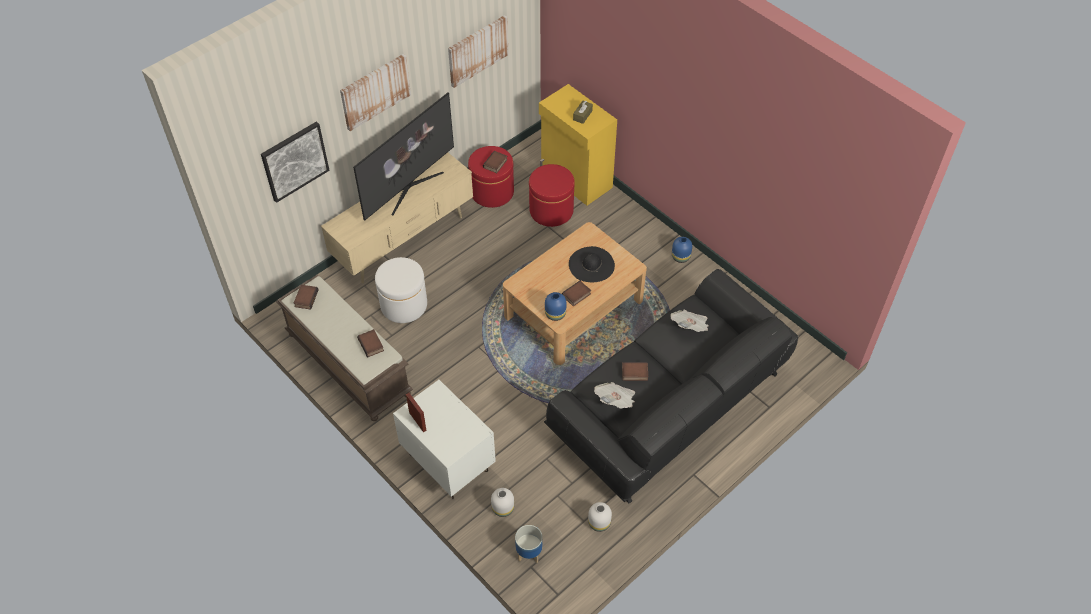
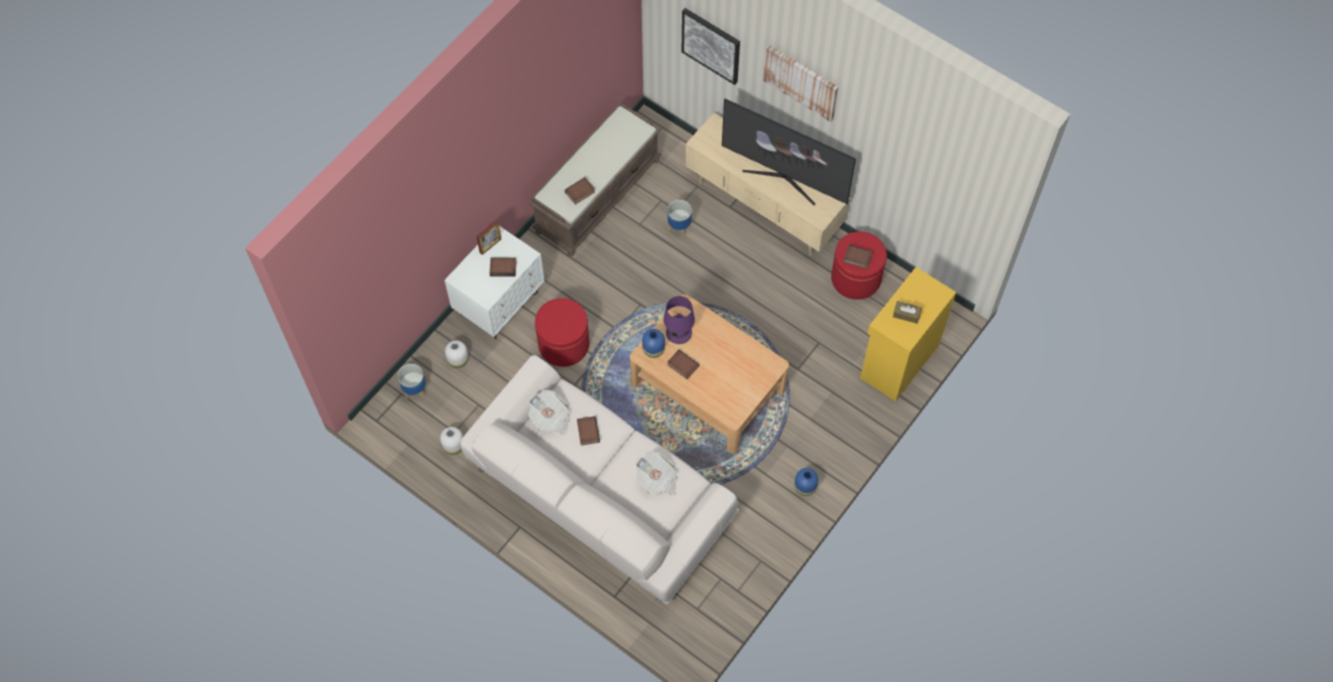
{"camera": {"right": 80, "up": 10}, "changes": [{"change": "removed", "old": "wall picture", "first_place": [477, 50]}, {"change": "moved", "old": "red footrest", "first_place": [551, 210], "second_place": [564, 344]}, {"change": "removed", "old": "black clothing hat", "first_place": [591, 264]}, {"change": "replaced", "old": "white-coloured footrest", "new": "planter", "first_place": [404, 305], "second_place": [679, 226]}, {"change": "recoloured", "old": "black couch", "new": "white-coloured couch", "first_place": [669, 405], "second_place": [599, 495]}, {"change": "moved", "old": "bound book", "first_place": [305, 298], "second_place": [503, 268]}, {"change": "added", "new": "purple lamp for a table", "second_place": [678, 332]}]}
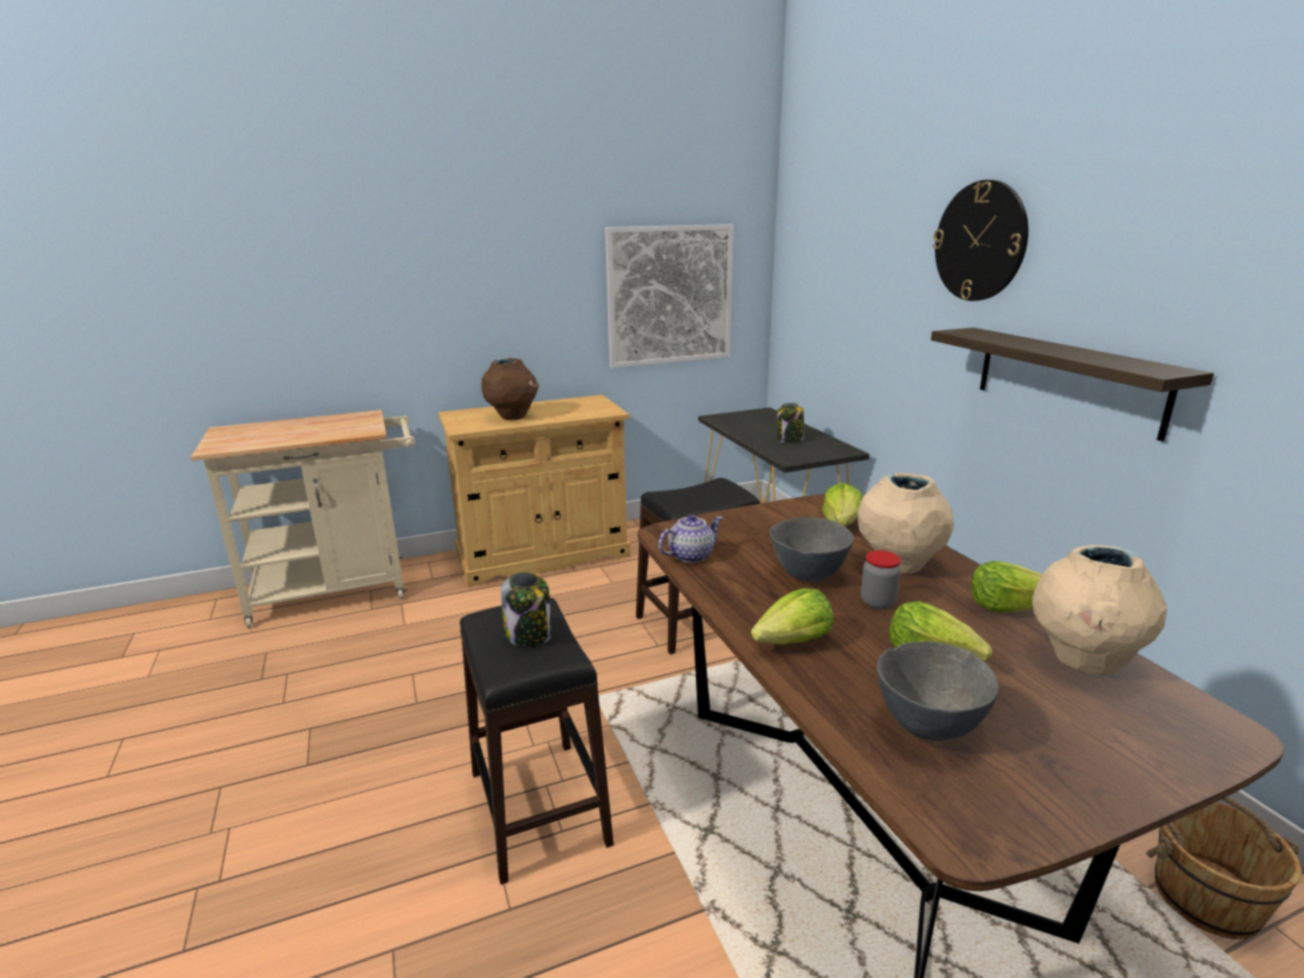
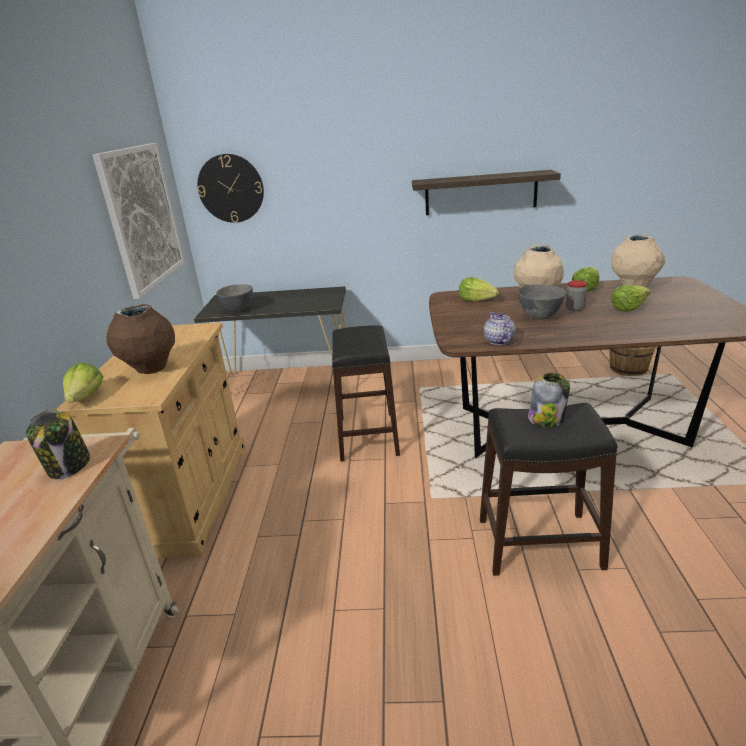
{"camera": {"right": -65, "up": 5}, "changes": [{"change": "moved", "old": "hanging clock", "first_place": [980, 241], "second_place": [231, 188]}, {"change": "moved", "old": "preserve jar", "first_place": [790, 440], "second_place": [69, 466]}, {"change": "moved", "old": "lettuce", "first_place": [794, 642], "second_place": [86, 397]}, {"change": "moved", "old": "gray bowl", "first_place": [926, 727], "second_place": [237, 310]}]}
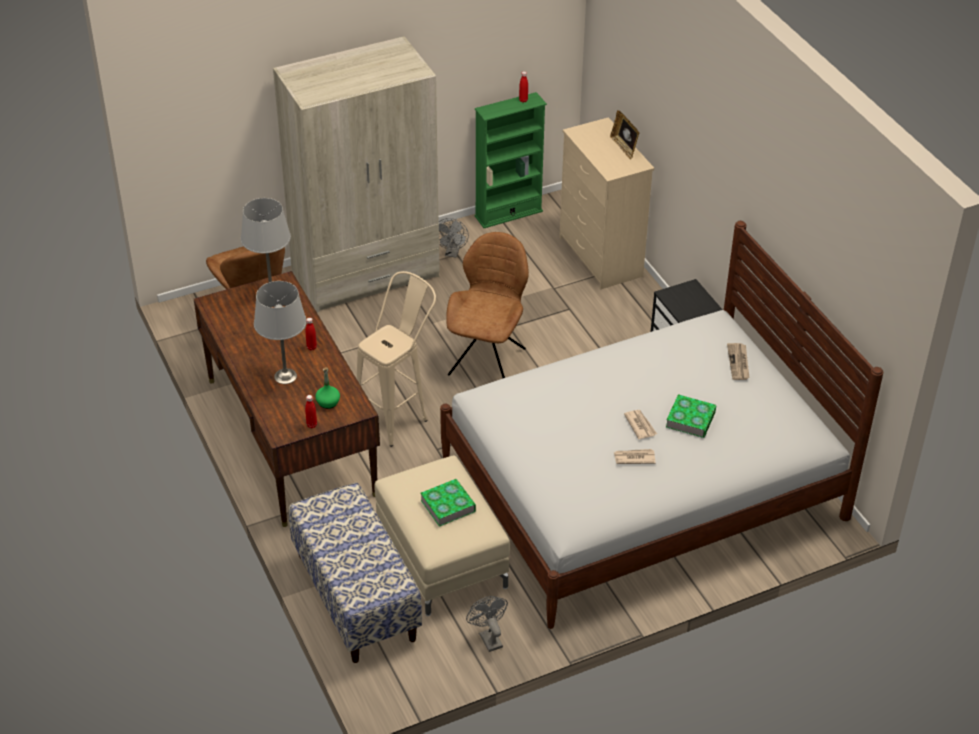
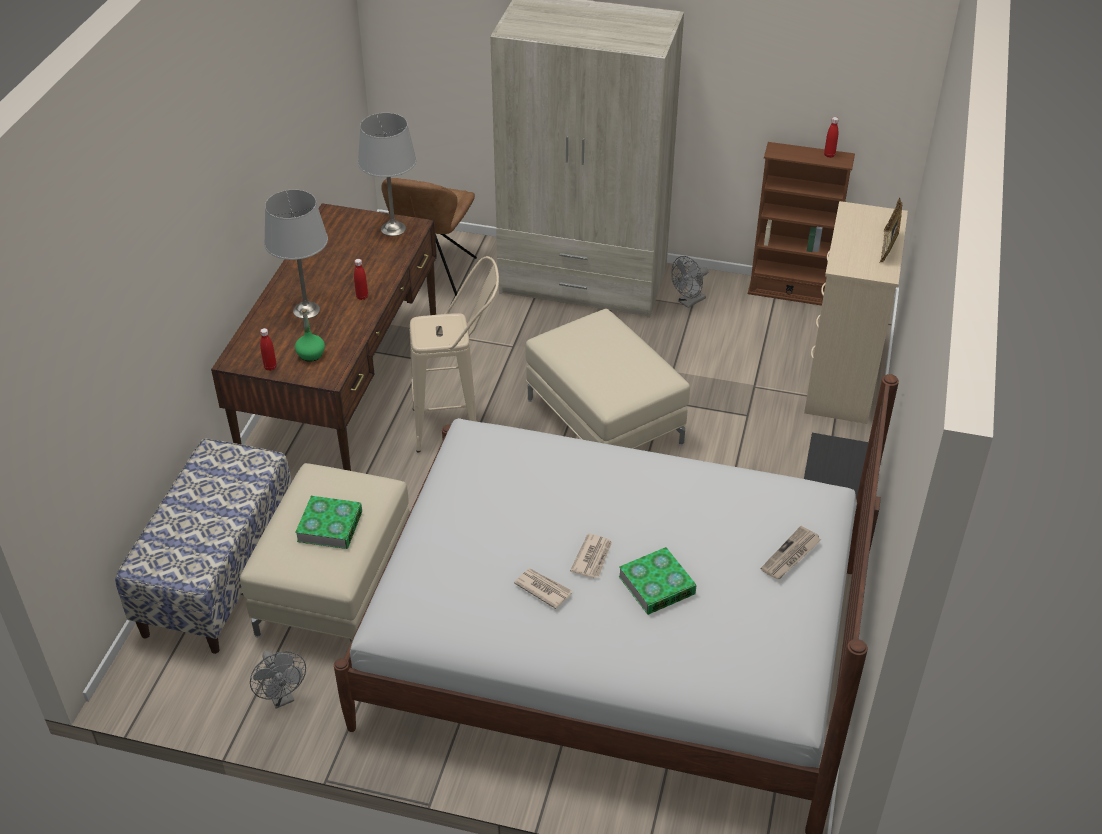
{"camera": {"right": 40, "up": 0}, "changes": [{"change": "recoloured", "old": "greenish shelving unit", "new": "brown shelving unit", "first_place": [508, 214], "second_place": [789, 292]}, {"change": "replaced", "old": "brown chair", "new": "sand-coloured footrest", "first_place": [488, 360], "second_place": [605, 421]}, {"change": "turned", "old": "gray cooling fan", "first_place": [488, 637], "second_place": [282, 697], "degrees": 135}]}
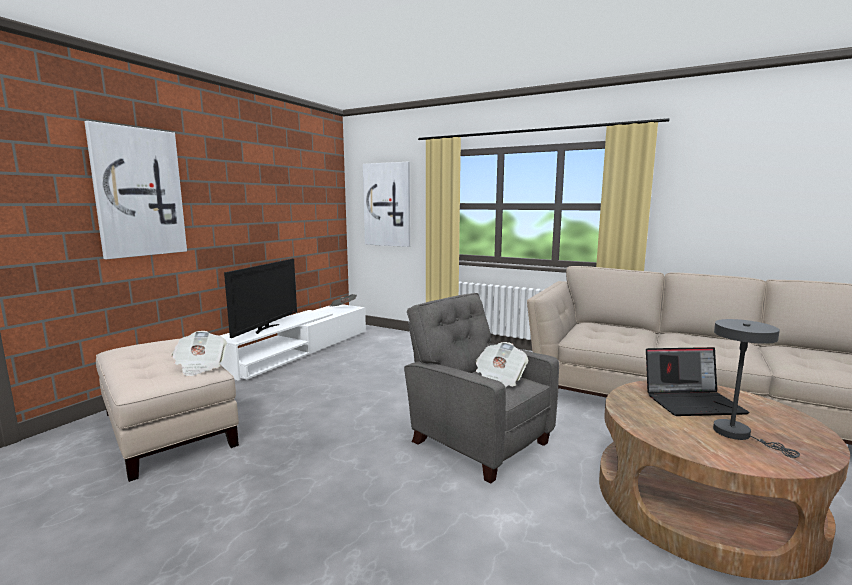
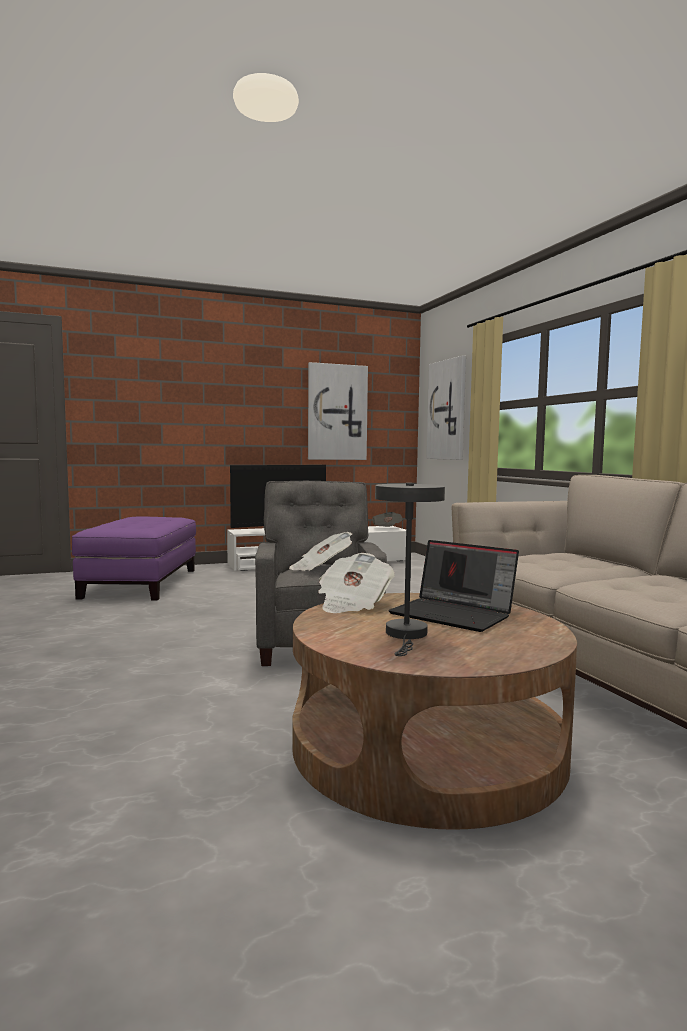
{"camera": {"right": 40, "up": -5}, "changes": [{"change": "moved", "old": "wall picture", "first_place": [138, 192], "second_place": [337, 412]}, {"change": "moved", "old": "newspaper", "first_place": [200, 366], "second_place": [352, 604]}, {"change": "recoloured", "old": "sand-coloured footrest", "new": "purple footrest", "first_place": [169, 428], "second_place": [142, 583]}]}
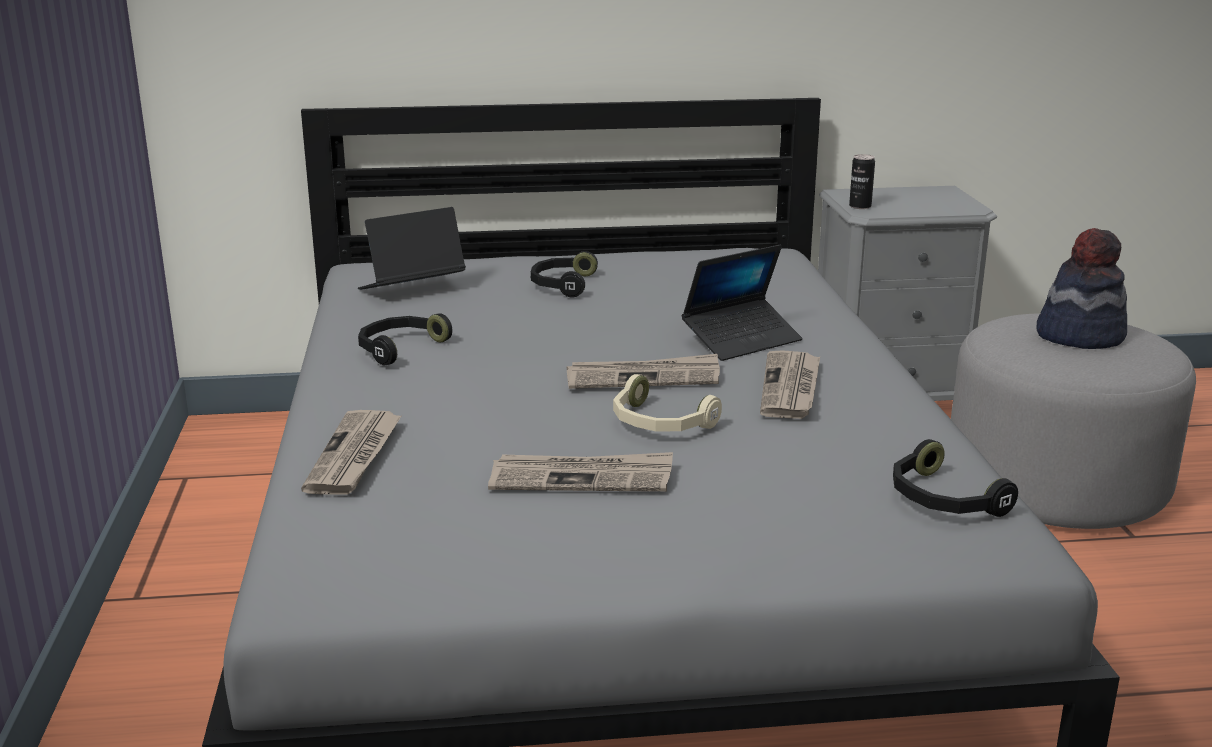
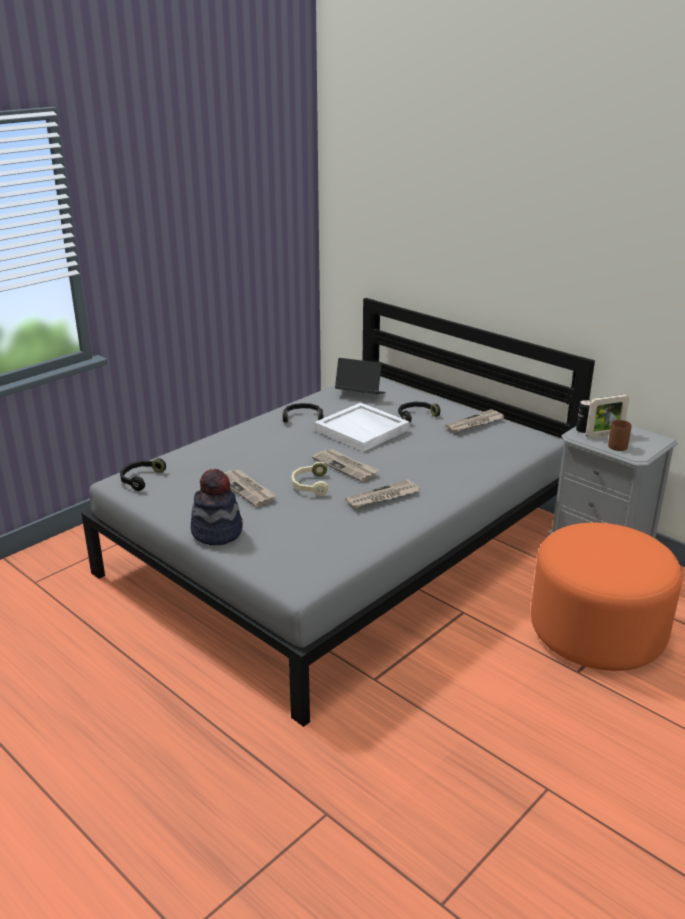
{"camera": {"right": 50, "up": 5}, "changes": [{"change": "moved", "old": "clothing hat", "first_place": [1079, 336], "second_place": [217, 532]}, {"change": "removed", "old": "portable computer", "first_place": [742, 340]}, {"change": "recoloured", "old": "gray footrest", "new": "orangey footrest", "first_place": [1056, 484], "second_place": [597, 632]}, {"change": "moved", "old": "newspaper", "first_place": [355, 456], "second_place": [475, 423]}, {"change": "moved", "old": "black headset", "first_place": [941, 499], "second_place": [140, 479]}, {"change": "added", "new": "standing frame", "second_place": [604, 435]}, {"change": "added", "new": "white-coloured tray", "second_place": [362, 430]}, {"change": "added", "new": "brown coffee mug", "second_place": [617, 444]}]}
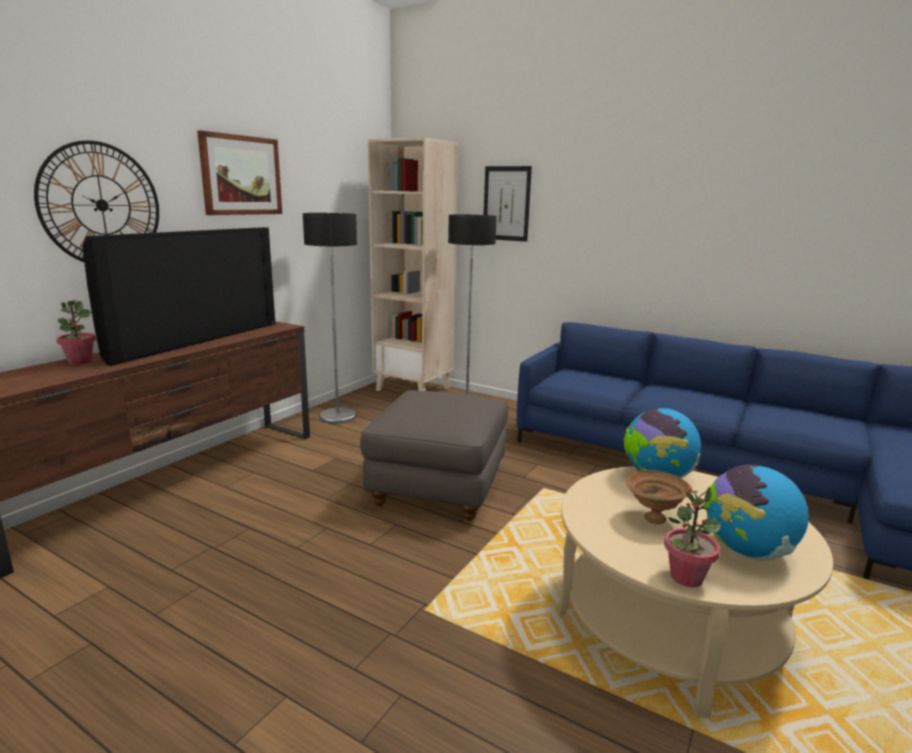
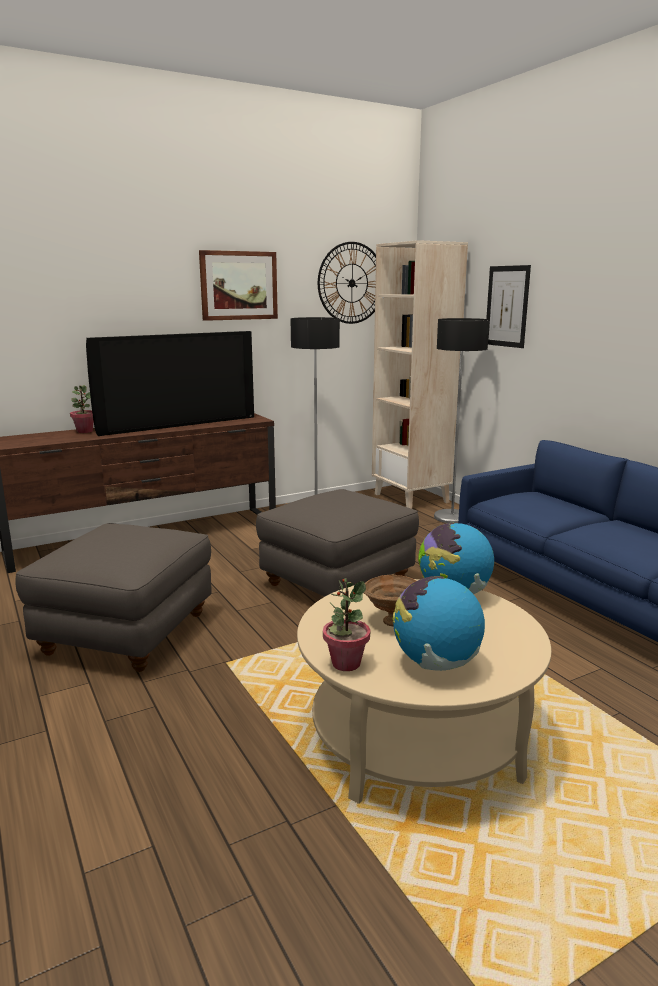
{"camera": {"right": 30, "up": 0}, "changes": [{"change": "moved", "old": "hanging clock", "first_place": [101, 205], "second_place": [351, 283]}, {"change": "added", "new": "gray footrest", "second_place": [126, 633]}]}
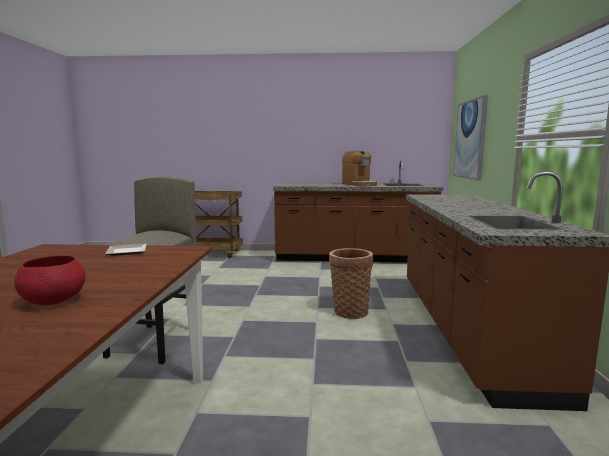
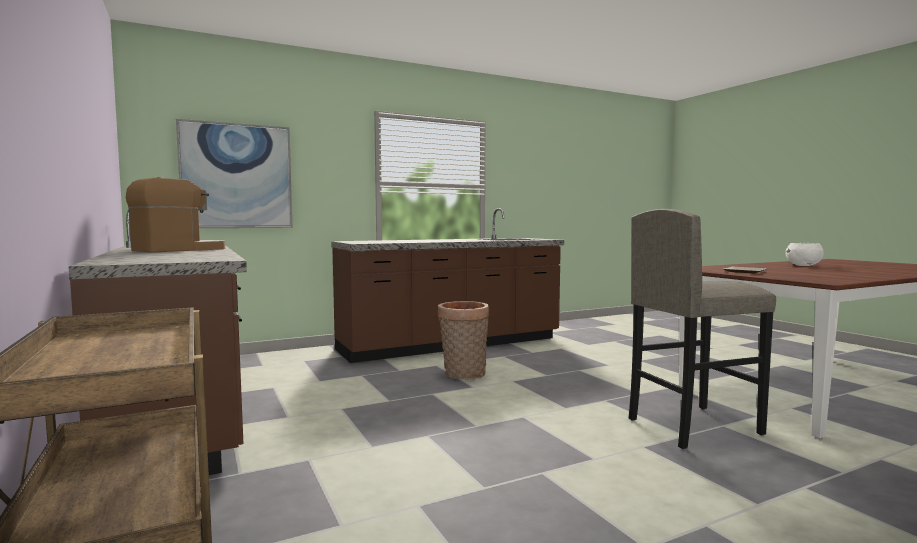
{"camera": {"right": -120, "up": -5}, "changes": [{"change": "recoloured", "old": "red bowl", "new": "white-coloured bowl", "first_place": [53, 301], "second_place": [803, 265]}]}
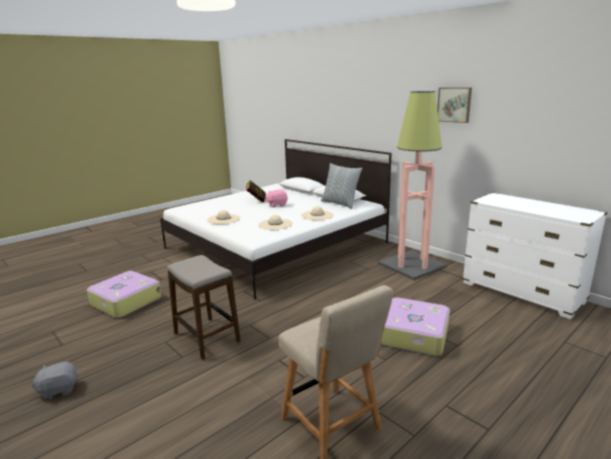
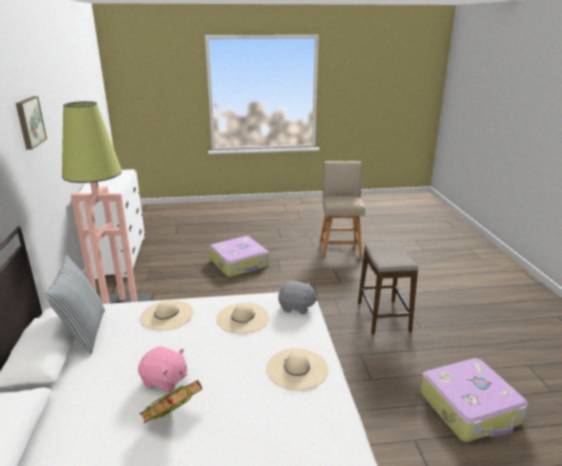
{"camera": {"right": -145, "up": 5}, "changes": [{"change": "moved", "old": "gray plush toy", "first_place": [59, 390], "second_place": [296, 307]}]}
